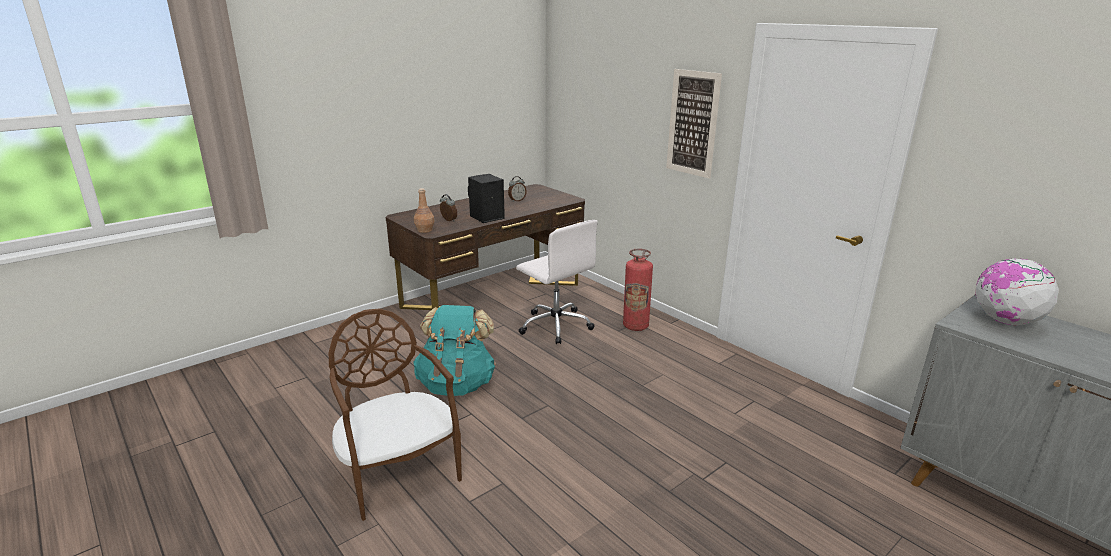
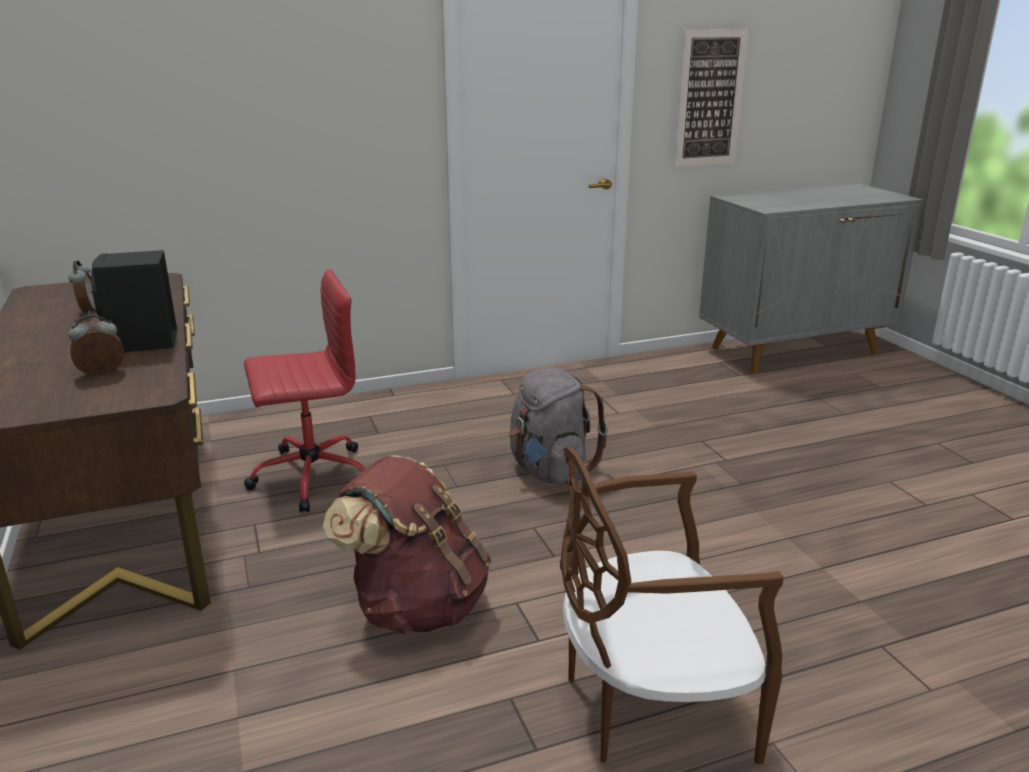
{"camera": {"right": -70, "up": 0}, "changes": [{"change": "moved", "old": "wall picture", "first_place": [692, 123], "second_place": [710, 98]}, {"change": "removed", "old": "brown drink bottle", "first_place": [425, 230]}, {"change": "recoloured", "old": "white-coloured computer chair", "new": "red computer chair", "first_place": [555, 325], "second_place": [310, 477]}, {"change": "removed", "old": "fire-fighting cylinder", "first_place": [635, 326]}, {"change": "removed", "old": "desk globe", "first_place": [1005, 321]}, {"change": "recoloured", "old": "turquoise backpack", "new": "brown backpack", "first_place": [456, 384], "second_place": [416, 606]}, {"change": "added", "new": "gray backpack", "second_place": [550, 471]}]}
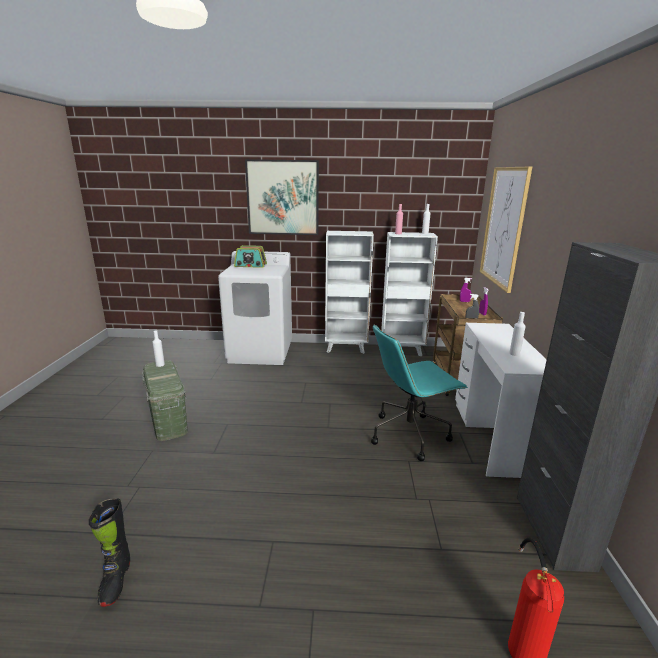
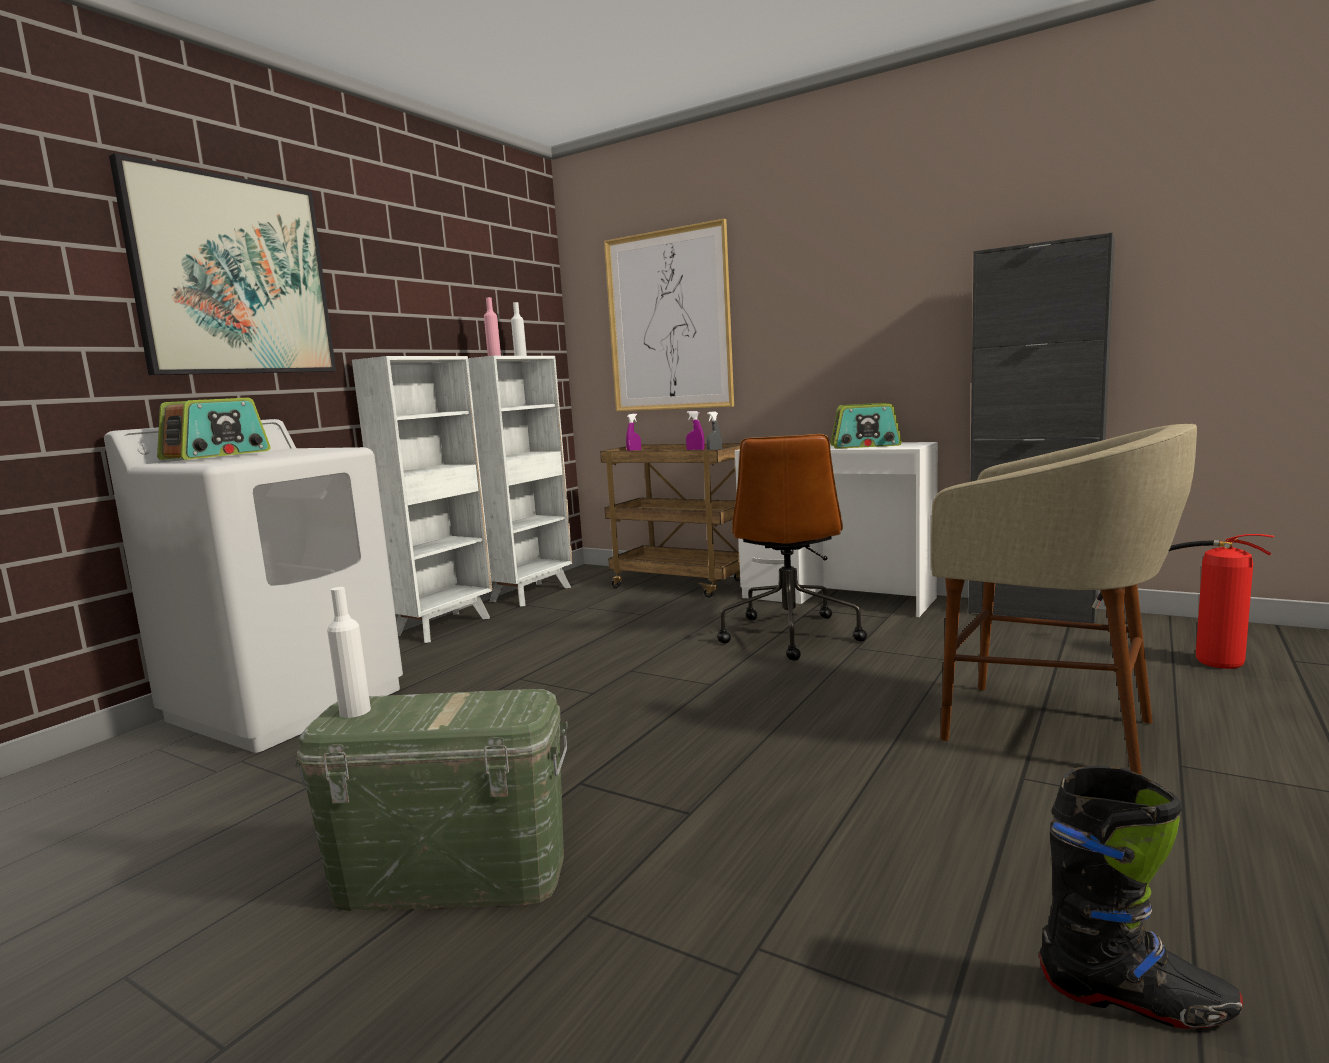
{"camera": {"right": -60, "up": -10}, "changes": [{"change": "replaced", "old": "white-coloured drink bottle", "new": "radio", "first_place": [514, 354], "second_place": [865, 445]}, {"change": "recoloured", "old": "turquoise computer chair", "new": "brown computer chair", "first_place": [410, 434], "second_place": [789, 634]}, {"change": "added", "new": "sand-coloured sitting stool", "second_place": [1048, 728]}]}
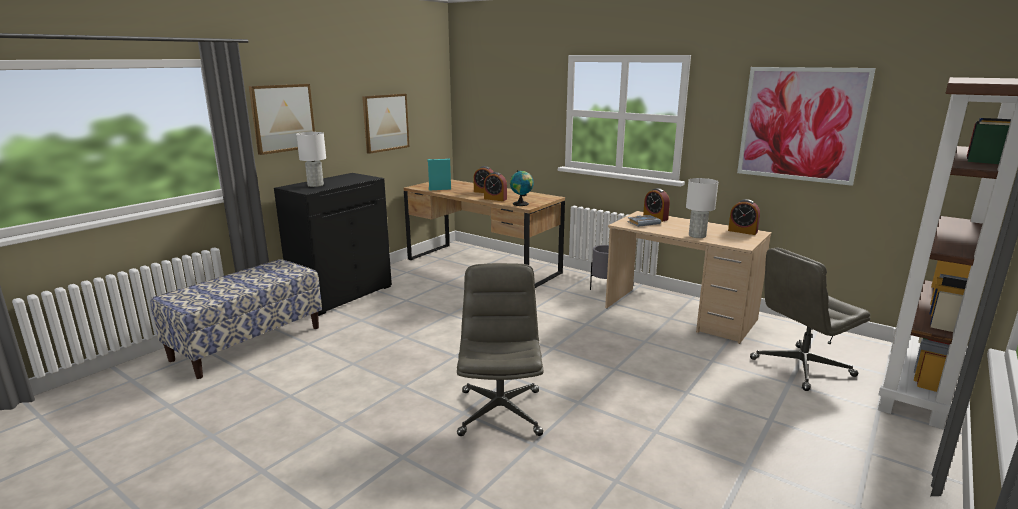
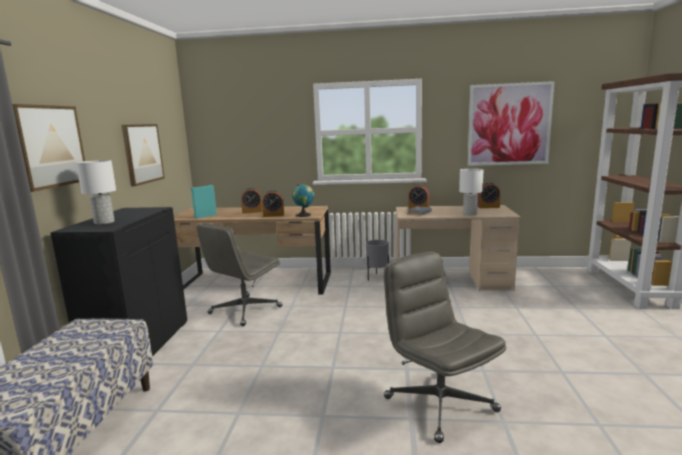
{"camera": {"right": -30, "up": -5}, "changes": [{"change": "moved", "old": "gray computer chair", "first_place": [801, 368], "second_place": [244, 310]}]}
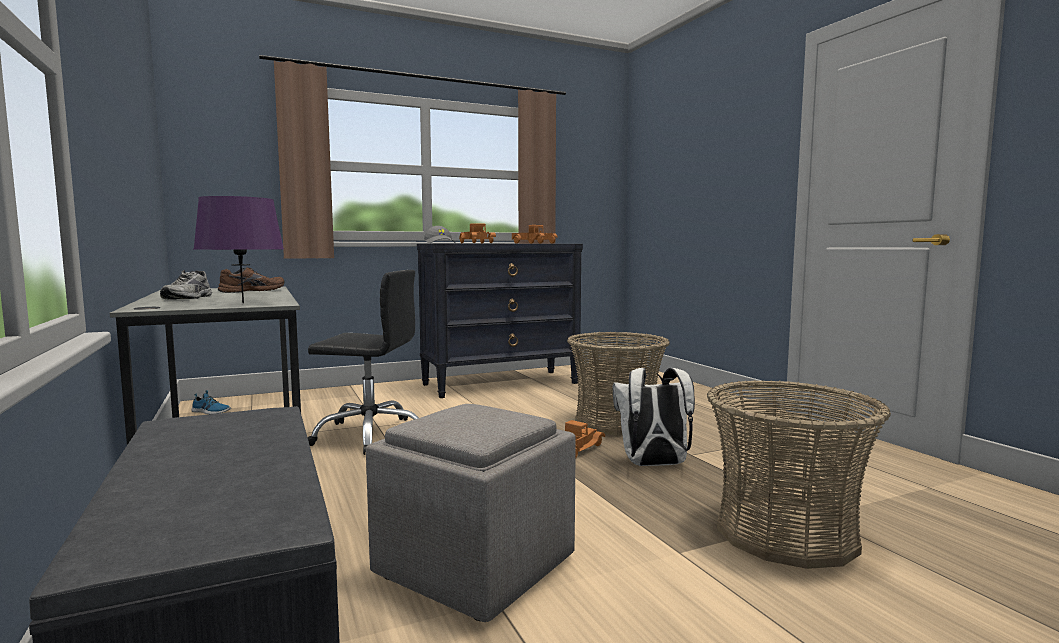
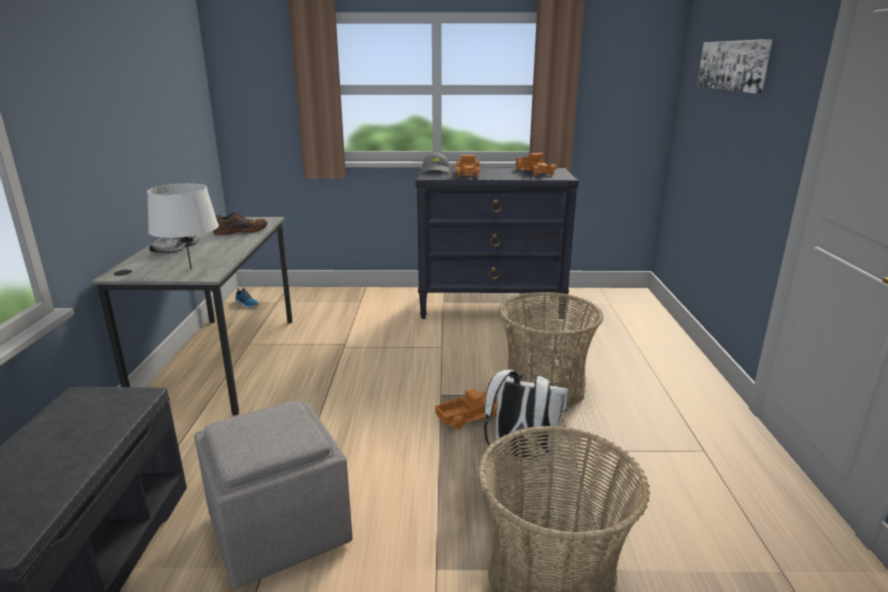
{"camera": {"right": 25, "up": 15}, "changes": [{"change": "recoloured", "old": "purple lamp for a table", "new": "gray lamp for a table", "first_place": [243, 303], "second_place": [191, 269]}, {"change": "removed", "old": "black computer chair", "first_place": [370, 435]}, {"change": "added", "new": "wall picture", "second_place": [733, 65]}]}
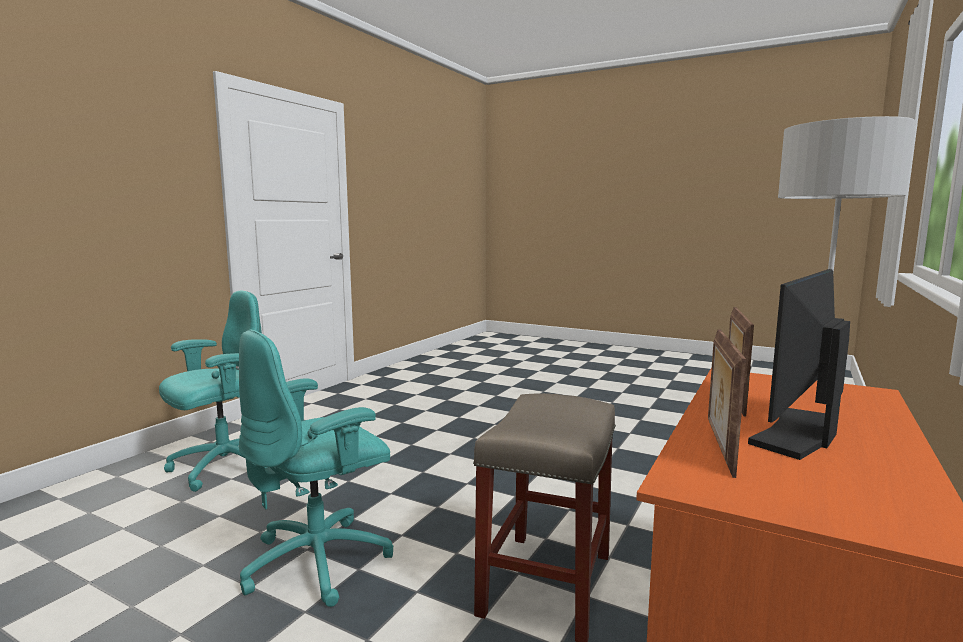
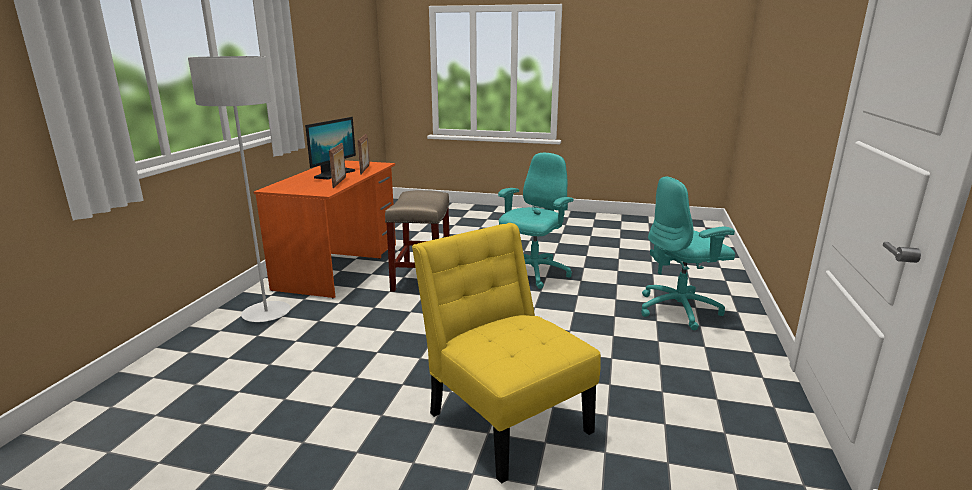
{"camera": {"right": 165, "up": 10}, "changes": [{"change": "turned", "old": "turquoise computer chair", "first_place": [223, 467], "second_place": [679, 310], "degrees": 45}, {"change": "added", "new": "yellow chair", "second_place": [504, 417]}]}
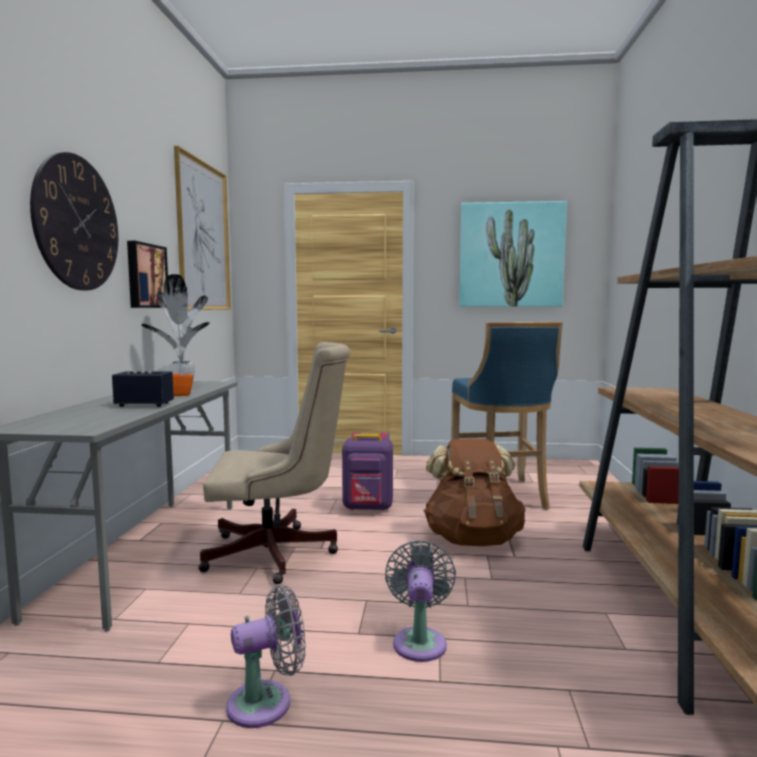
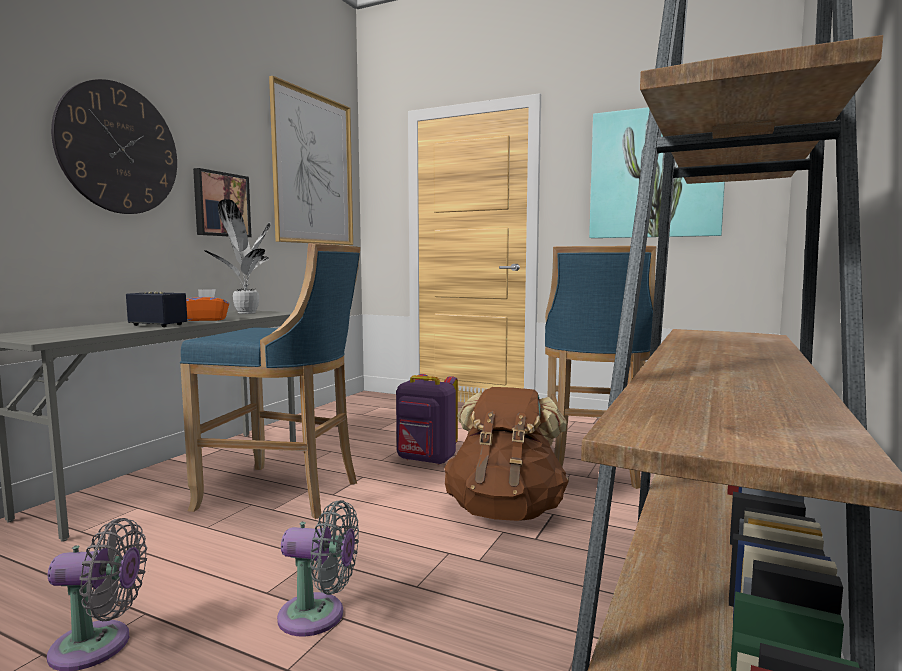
{"camera": {"right": 20, "up": 0}, "changes": [{"change": "replaced", "old": "sand-coloured computer chair", "new": "bluish sitting stool", "first_place": [278, 554], "second_place": [286, 494]}, {"change": "turned", "old": "gray cooling fan", "first_place": [420, 641], "second_place": [318, 616], "degrees": 75}]}
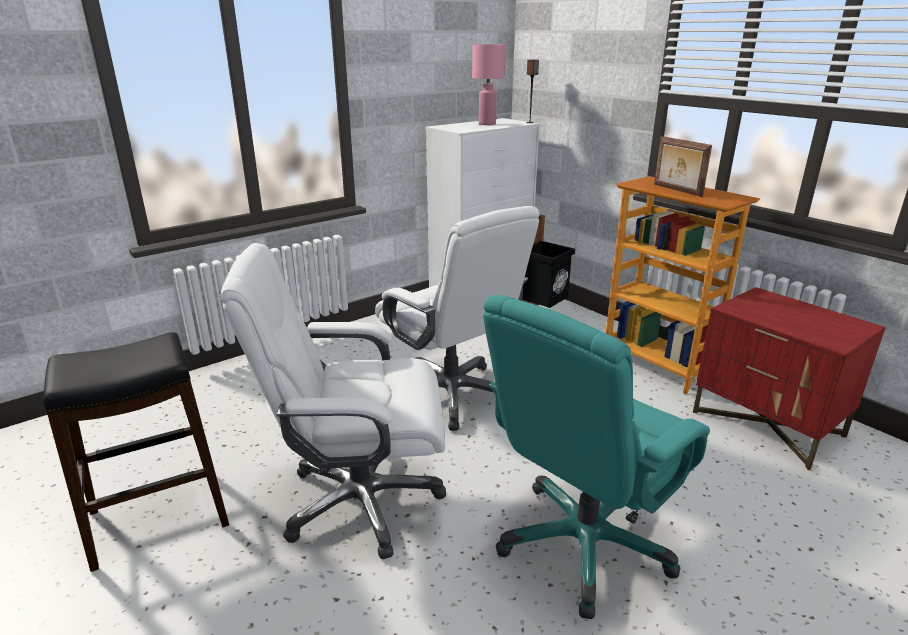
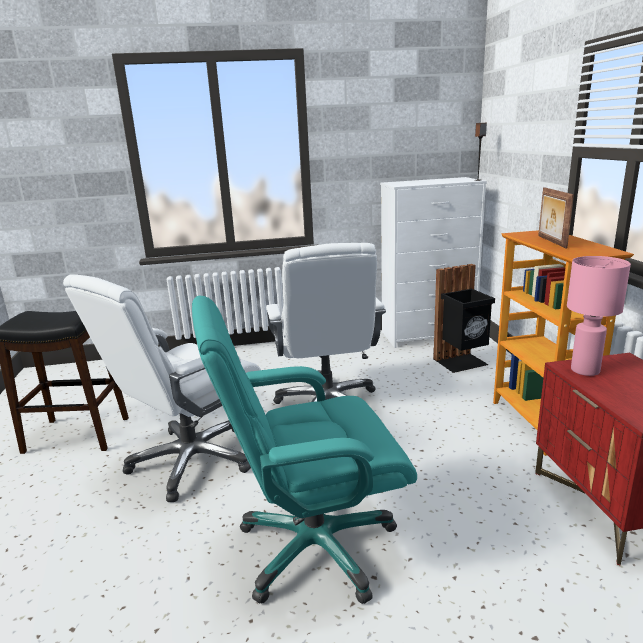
{"camera": {"right": 30, "up": -5}, "changes": [{"change": "moved", "old": "pink lamp for a table", "first_place": [487, 124], "second_place": [586, 370]}, {"change": "turned", "old": "white-coloured computer chair", "first_place": [360, 501], "second_place": [191, 460], "degrees": -75}]}
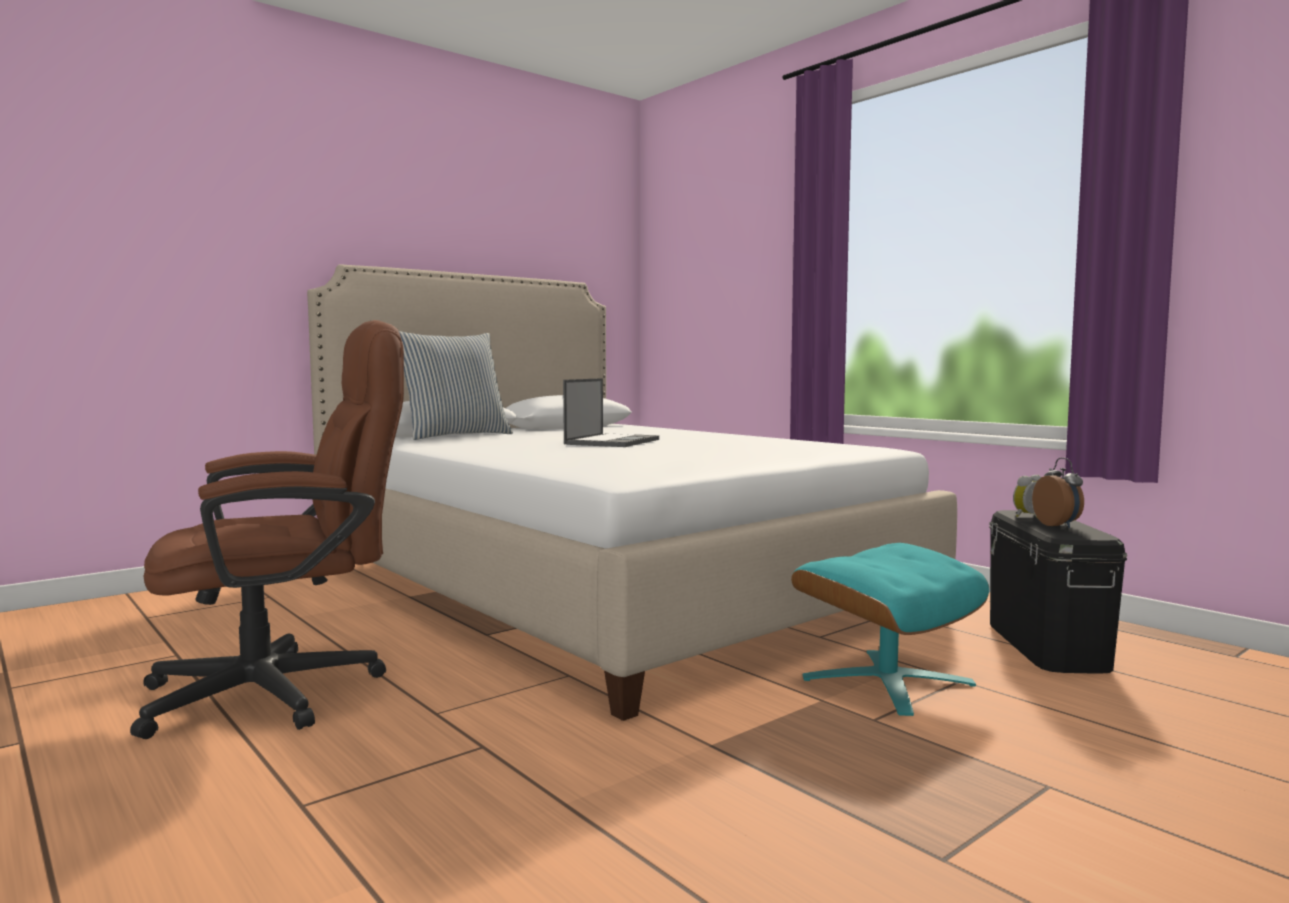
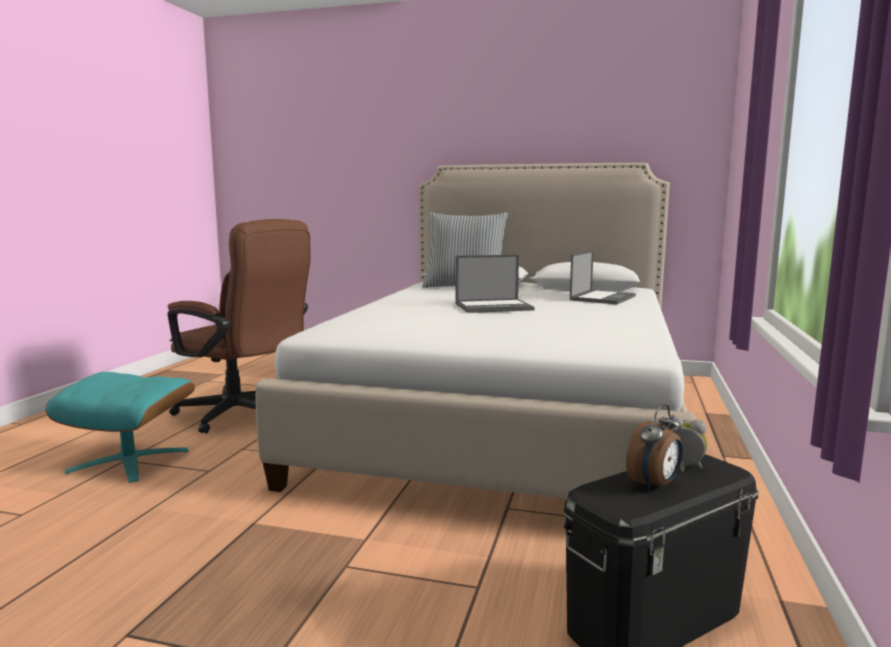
{"camera": {"right": 55, "up": 5}, "changes": [{"change": "moved", "old": "turquoise footrest", "first_place": [887, 680], "second_place": [130, 460]}, {"change": "added", "new": "portable computer", "second_place": [602, 298]}]}
